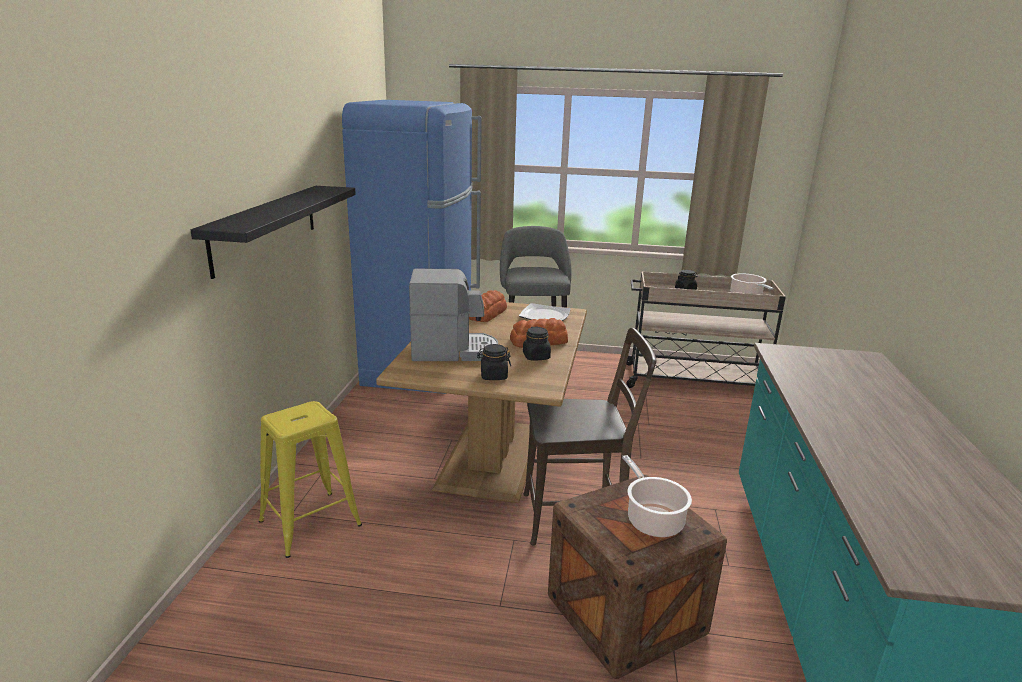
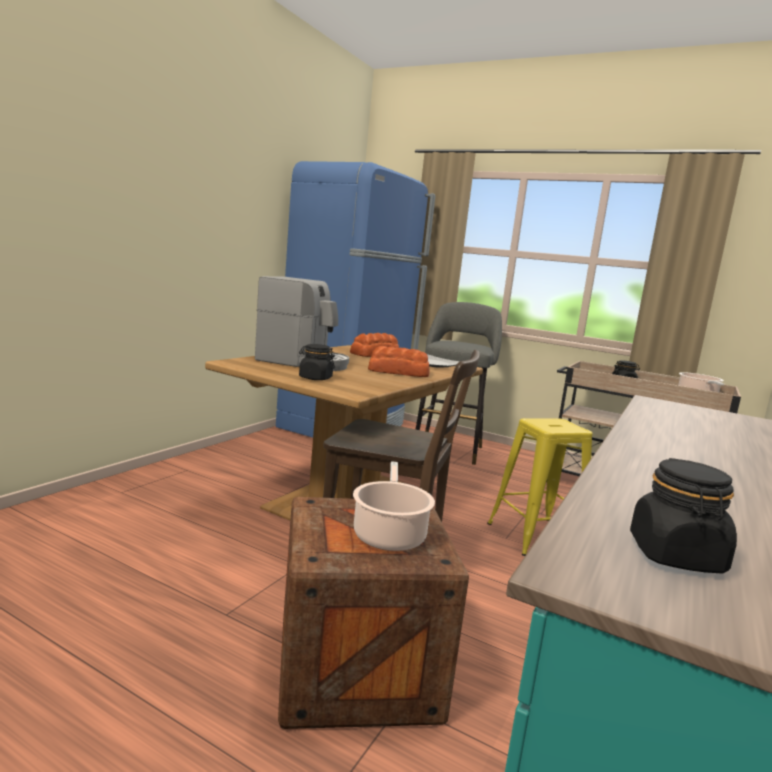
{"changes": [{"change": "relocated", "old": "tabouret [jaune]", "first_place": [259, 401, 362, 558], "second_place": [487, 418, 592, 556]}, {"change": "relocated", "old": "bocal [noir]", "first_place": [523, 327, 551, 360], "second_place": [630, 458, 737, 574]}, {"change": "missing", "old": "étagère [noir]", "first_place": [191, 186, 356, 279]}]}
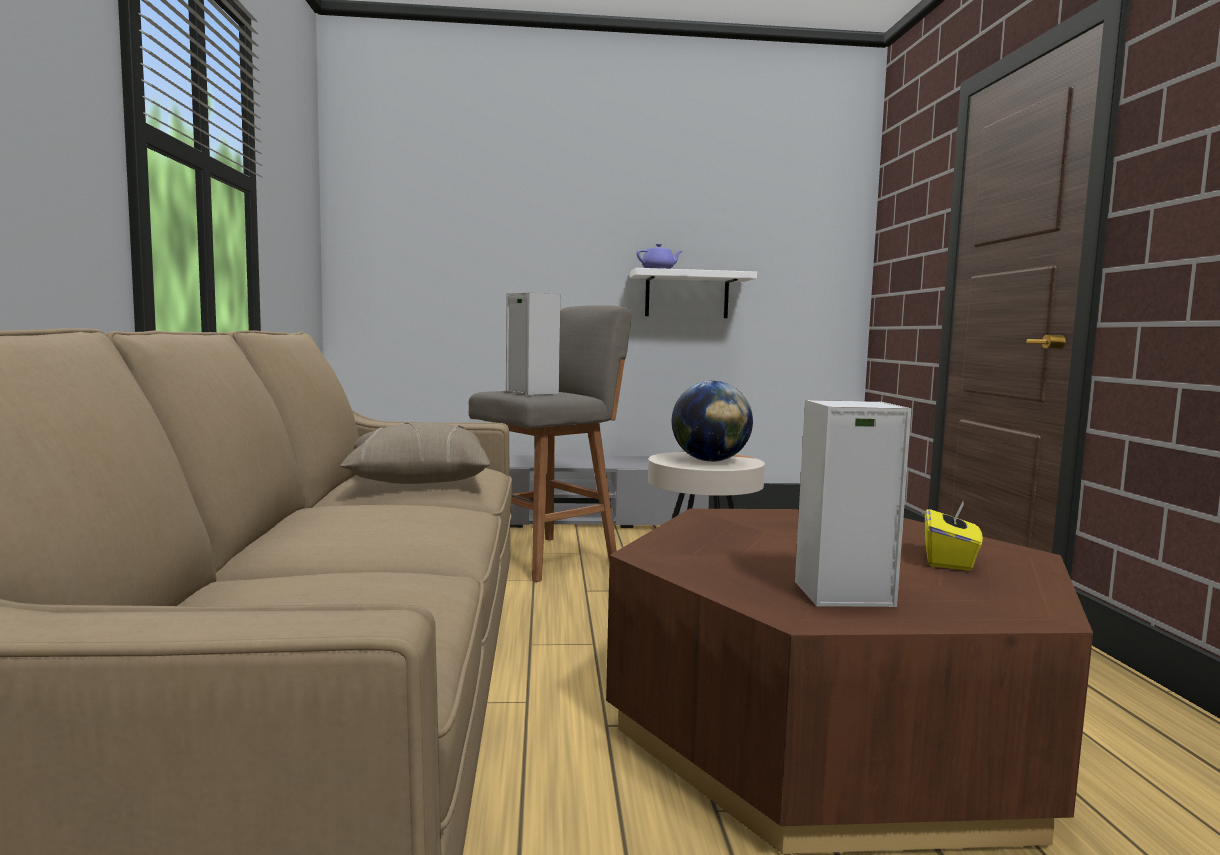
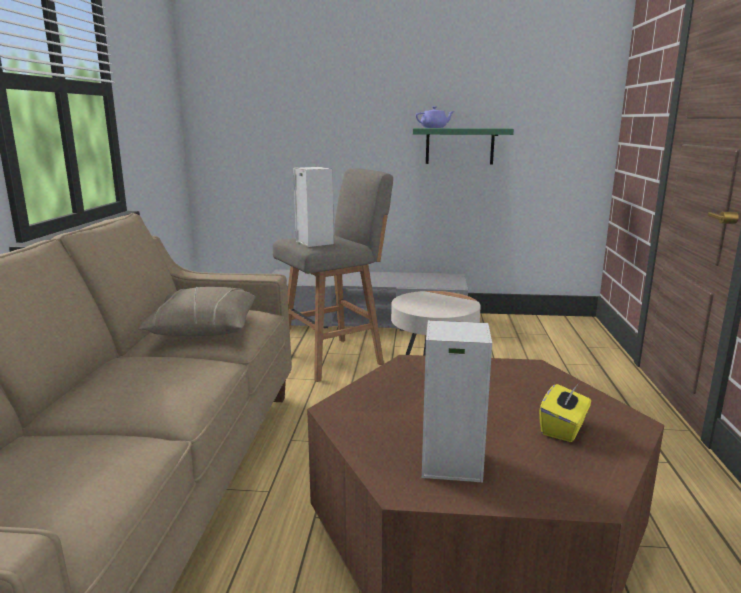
{"changes": [{"change": "colour", "old": "étagère [blanc]", "new": "étagère [vert]", "first_place": [630, 268, 757, 318], "second_place": [413, 128, 514, 164]}, {"change": "missing", "old": "globe", "first_place": [672, 381, 753, 462]}]}
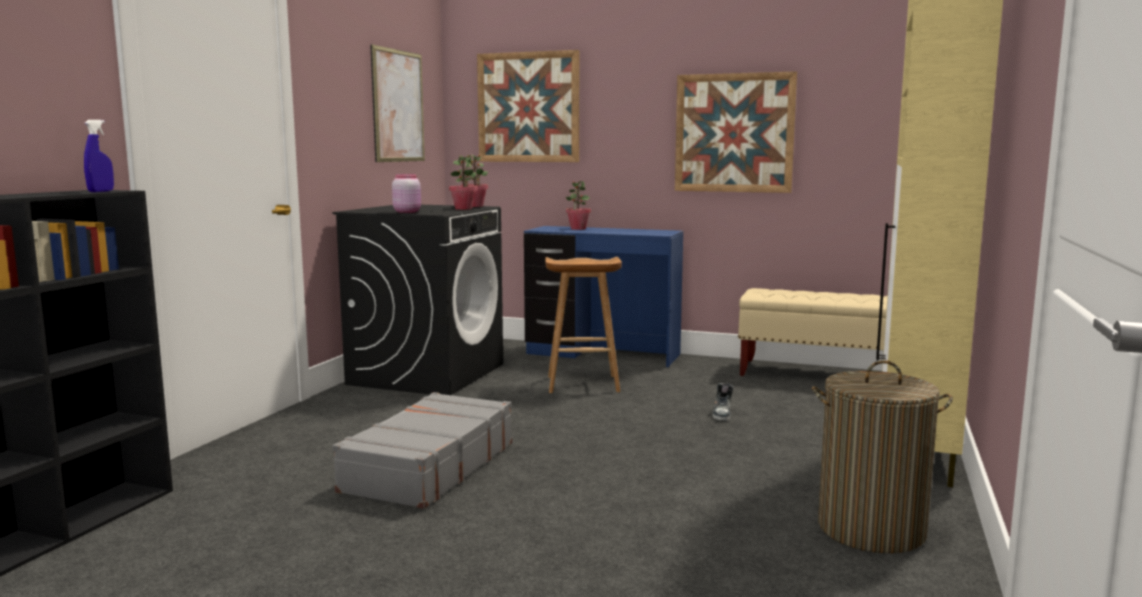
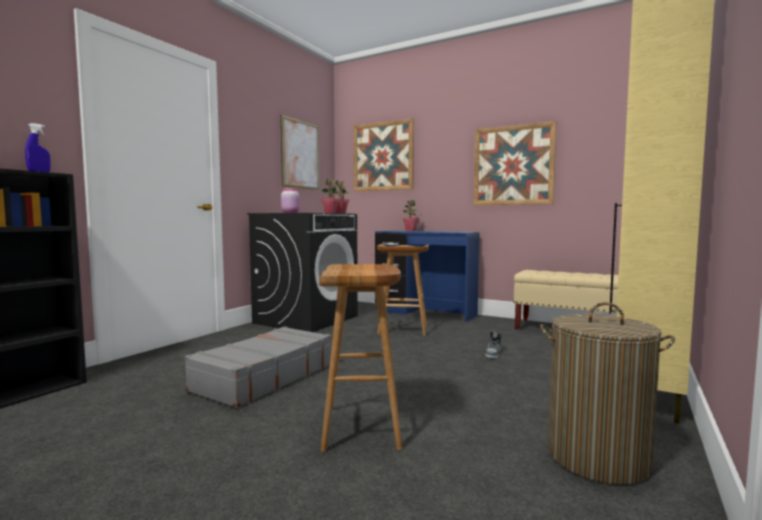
{"changes": [{"change": "appeared", "new": "tabouret [marron]", "second_place": [319, 264, 402, 452]}]}
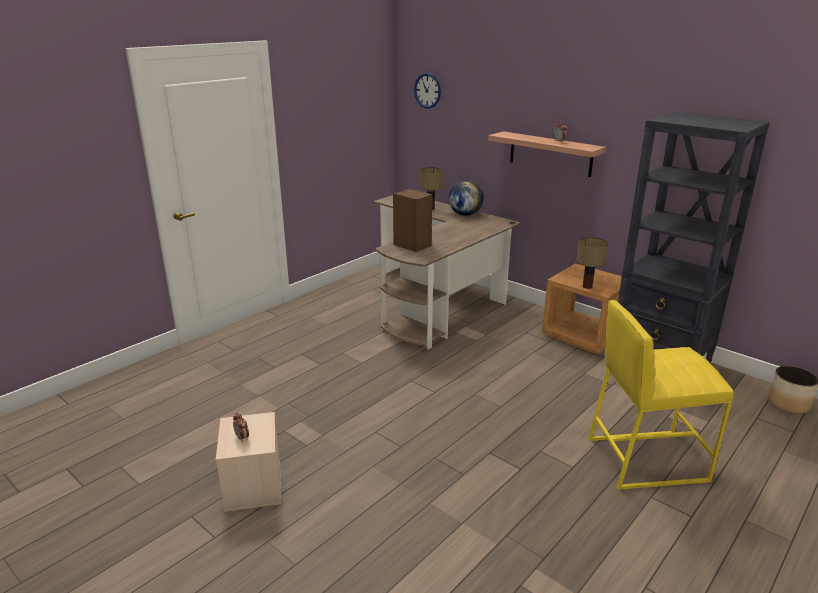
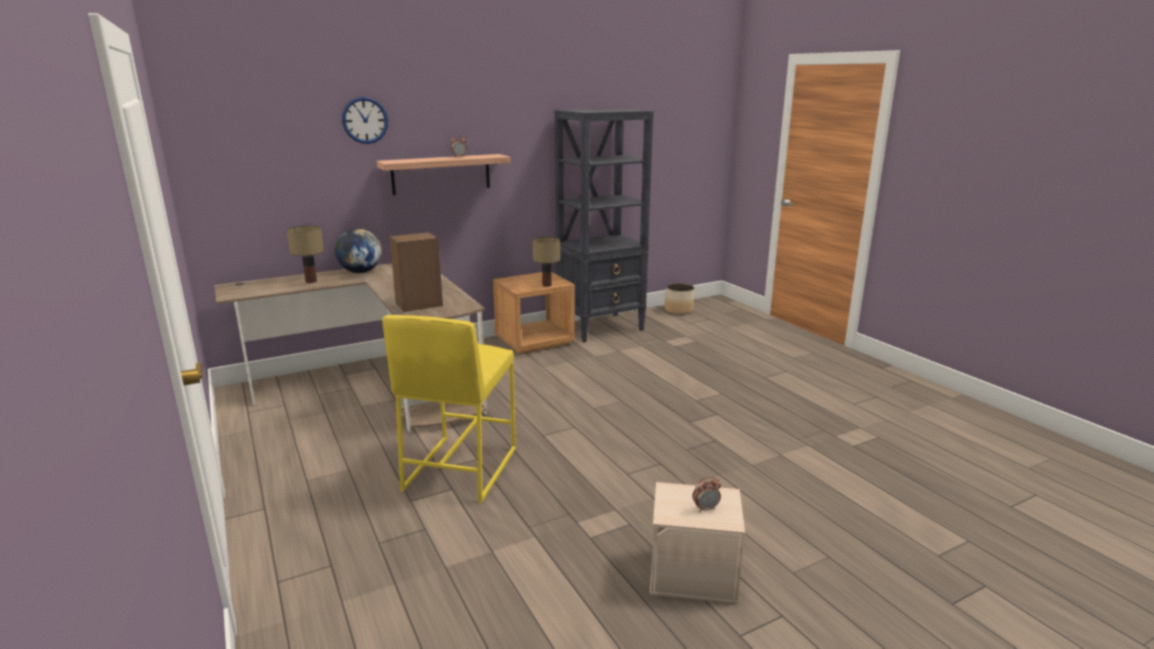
{"changes": [{"change": "relocated", "old": "horloge murale", "first_place": [414, 73, 441, 109], "second_place": [342, 97, 388, 144]}, {"change": "relocated", "old": "tabouret [jaune]", "first_place": [588, 300, 734, 490], "second_place": [382, 315, 516, 503]}]}
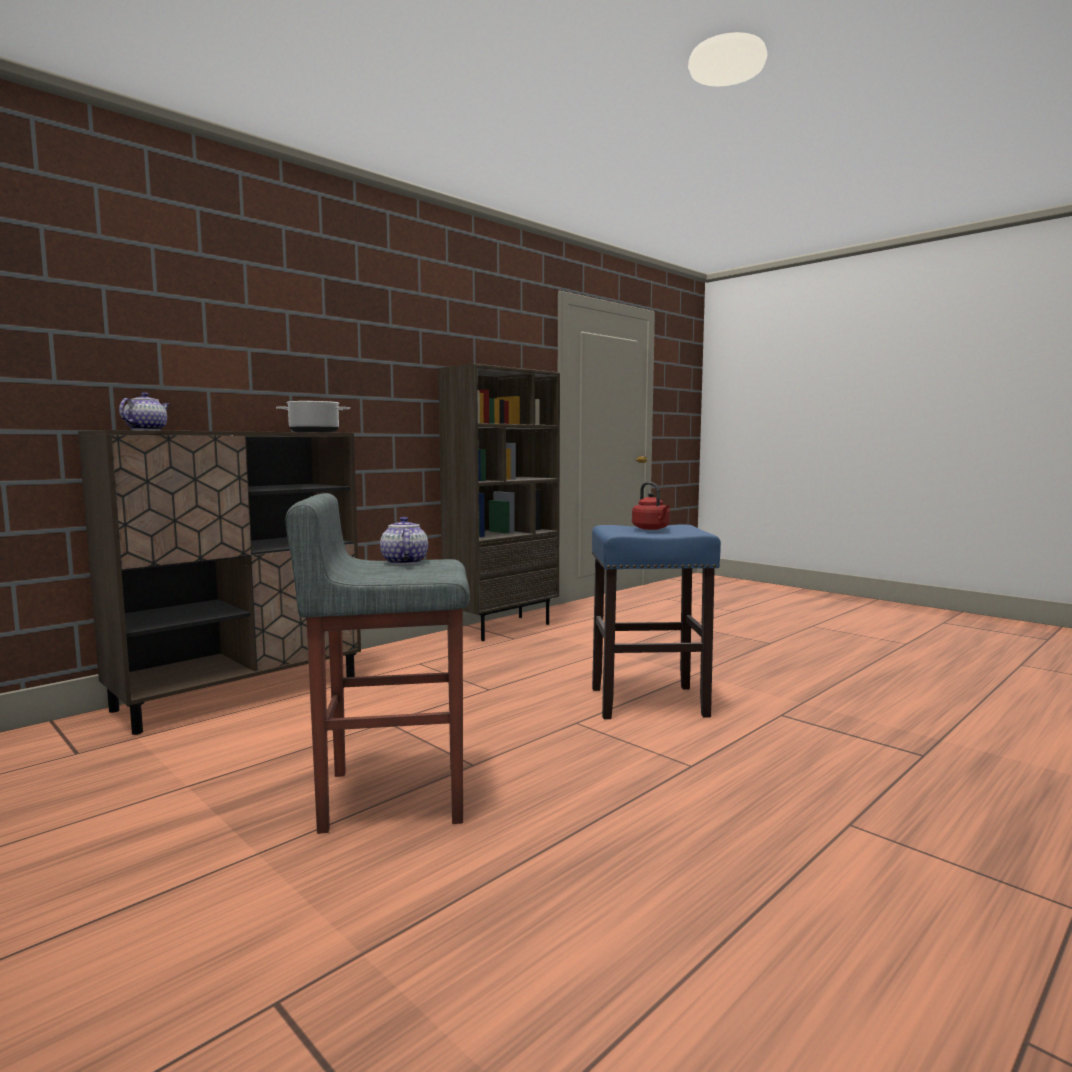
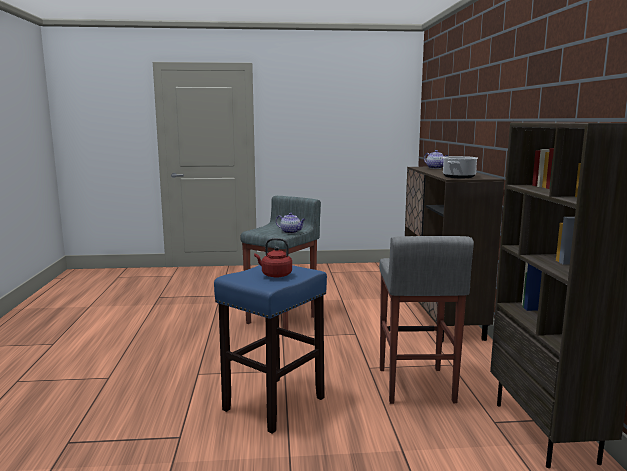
{"changes": [{"change": "appeared", "new": "tabouret [gris]", "second_place": [379, 236, 474, 404]}]}
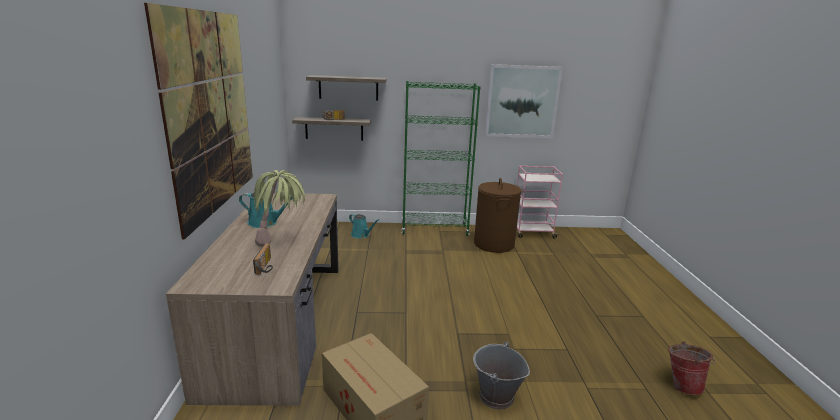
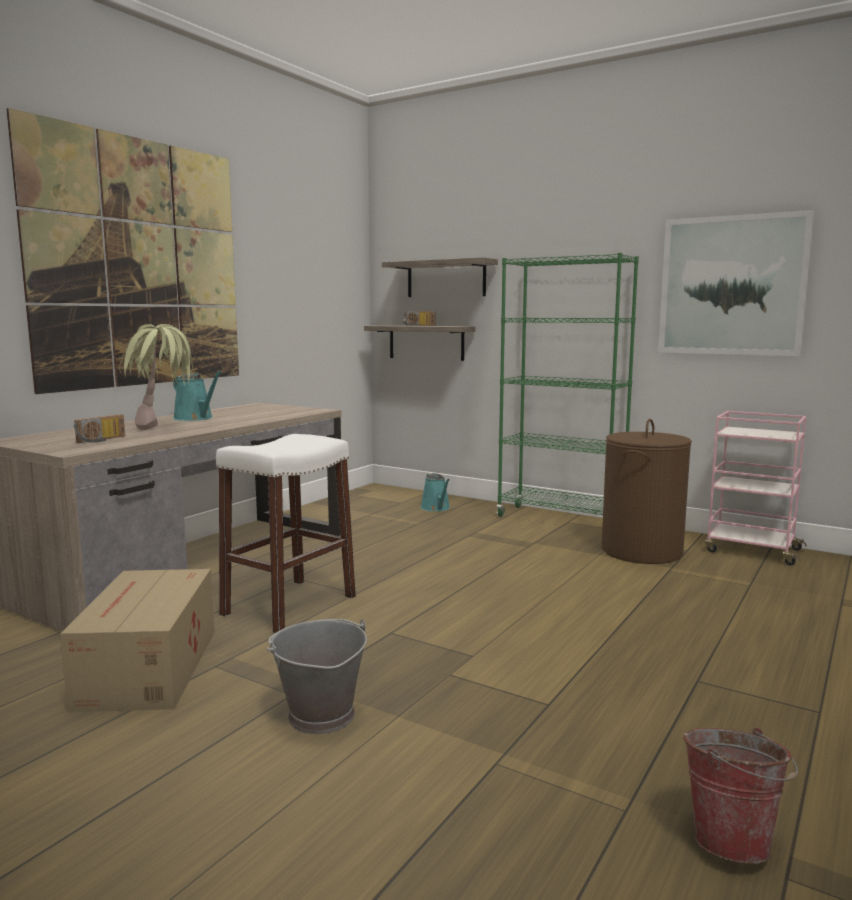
{"changes": [{"change": "appeared", "new": "tabouret [blanc]", "second_place": [216, 434, 356, 633]}]}
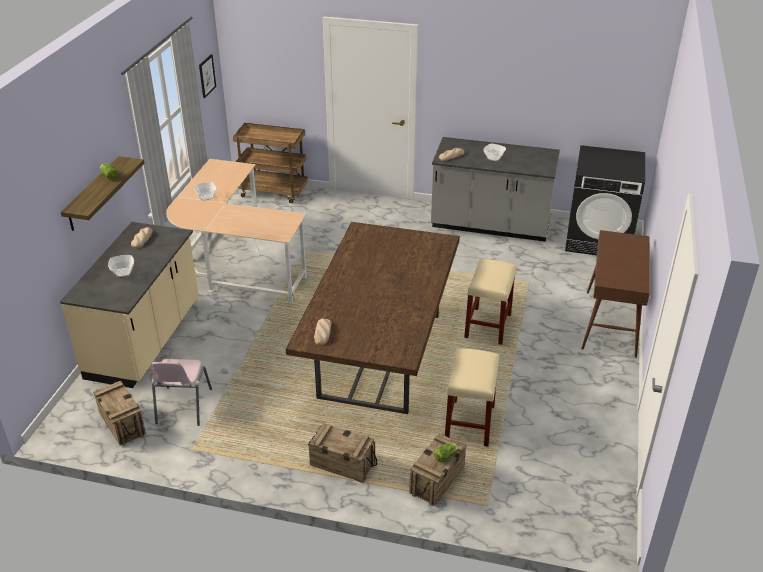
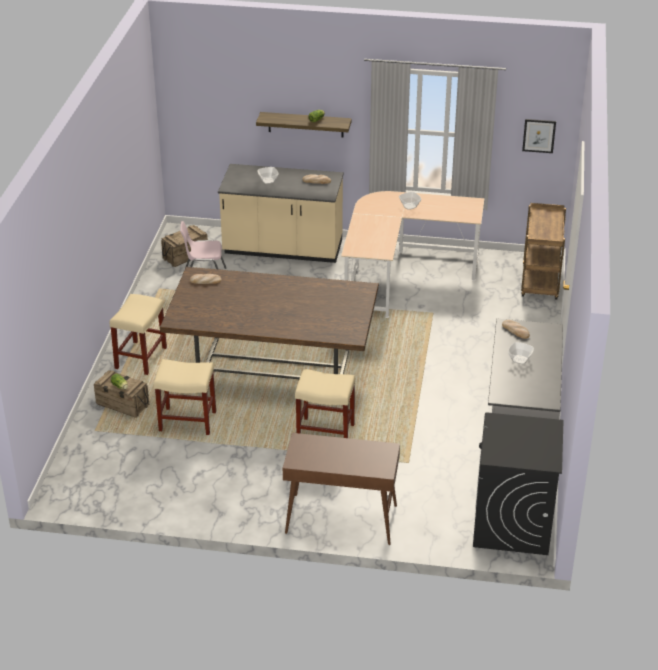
{"changes": [{"change": "exchanged", "old": "caisse", "new": "tabouret [beige]", "first_place": [308, 423, 377, 483], "second_place": [110, 294, 167, 375]}]}
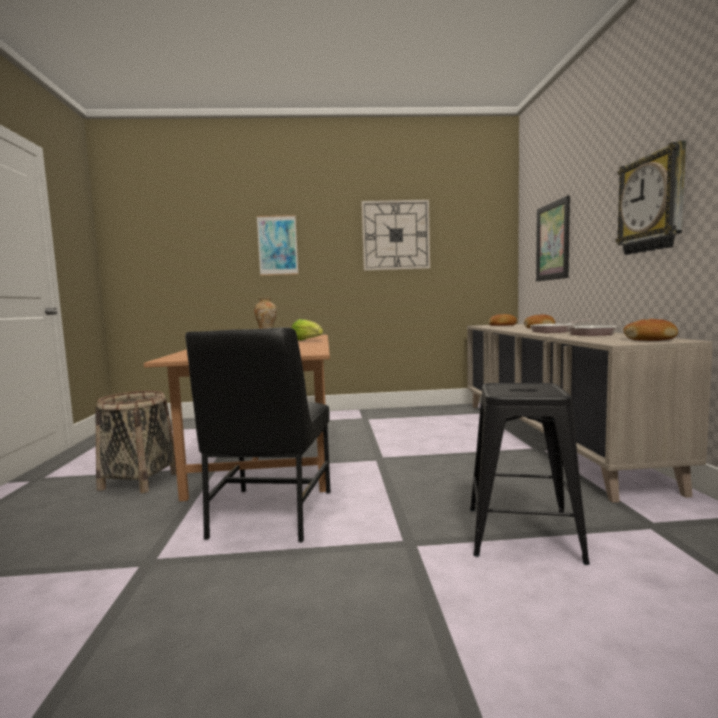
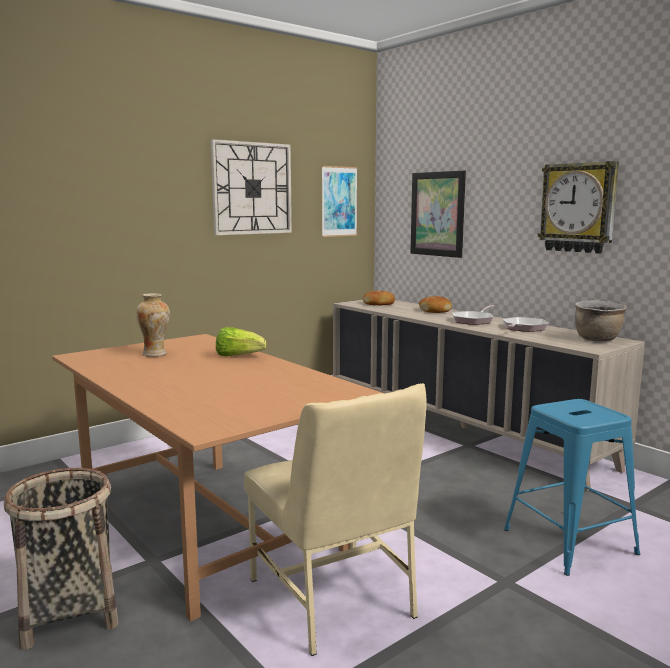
{"changes": [{"change": "colour", "old": "chaise [noir]", "new": "chaise [beige]", "first_place": [185, 327, 331, 542], "second_place": [244, 383, 427, 656]}, {"change": "relocated", "old": "tableau", "first_place": [257, 215, 298, 276], "second_place": [321, 166, 358, 237]}, {"change": "colour", "old": "tabouret [noir]", "new": "tabouret [bleu]", "first_place": [470, 383, 590, 565], "second_place": [504, 399, 640, 576]}, {"change": "exchanged", "old": "pain", "new": "marmite [marron]", "first_place": [623, 319, 678, 341], "second_place": [575, 300, 627, 342]}]}
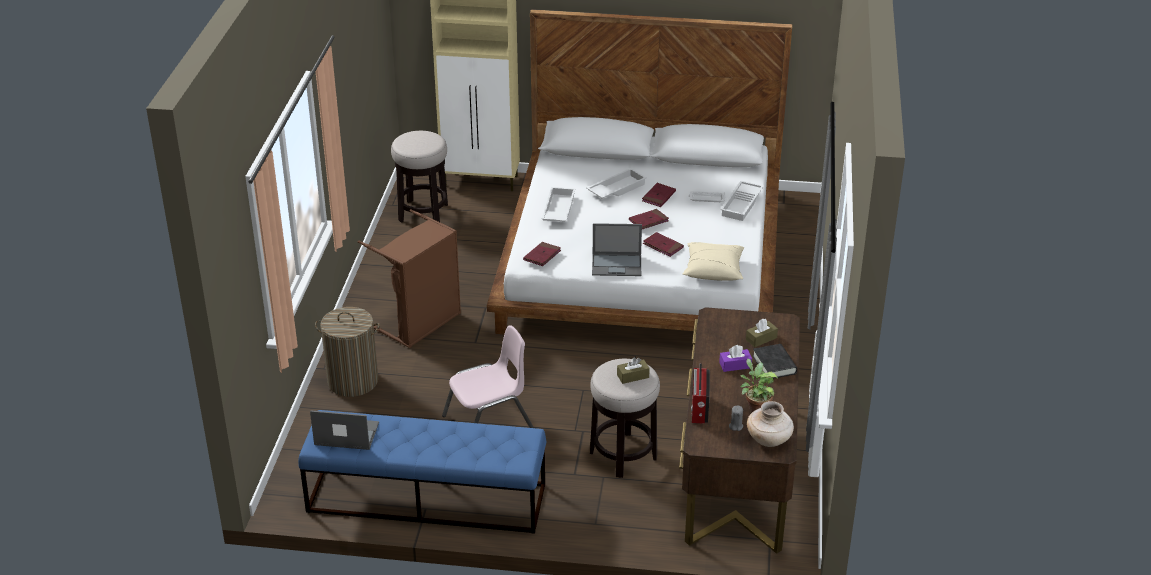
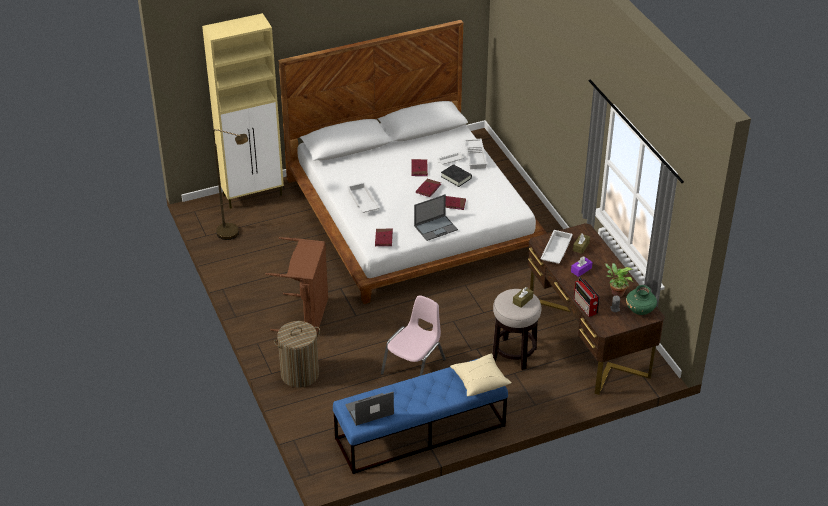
{"changes": [{"change": "exchanged", "old": "tabouret", "new": "lampadaire [marron]", "first_place": [391, 131, 448, 223], "second_place": [213, 129, 248, 240]}, {"change": "relocated", "old": "livre [noir]", "first_place": [753, 344, 797, 379], "second_place": [441, 164, 472, 187]}, {"change": "relocated", "old": "coussin [beige]", "first_place": [683, 242, 744, 281], "second_place": [450, 354, 512, 396]}, {"change": "relocated", "old": "plateau [blanc]", "first_place": [586, 168, 646, 199], "second_place": [540, 230, 573, 264]}, {"change": "colour", "old": "vase [beige]", "new": "vase [vert]", "first_place": [747, 401, 794, 447], "second_place": [626, 285, 657, 315]}]}
